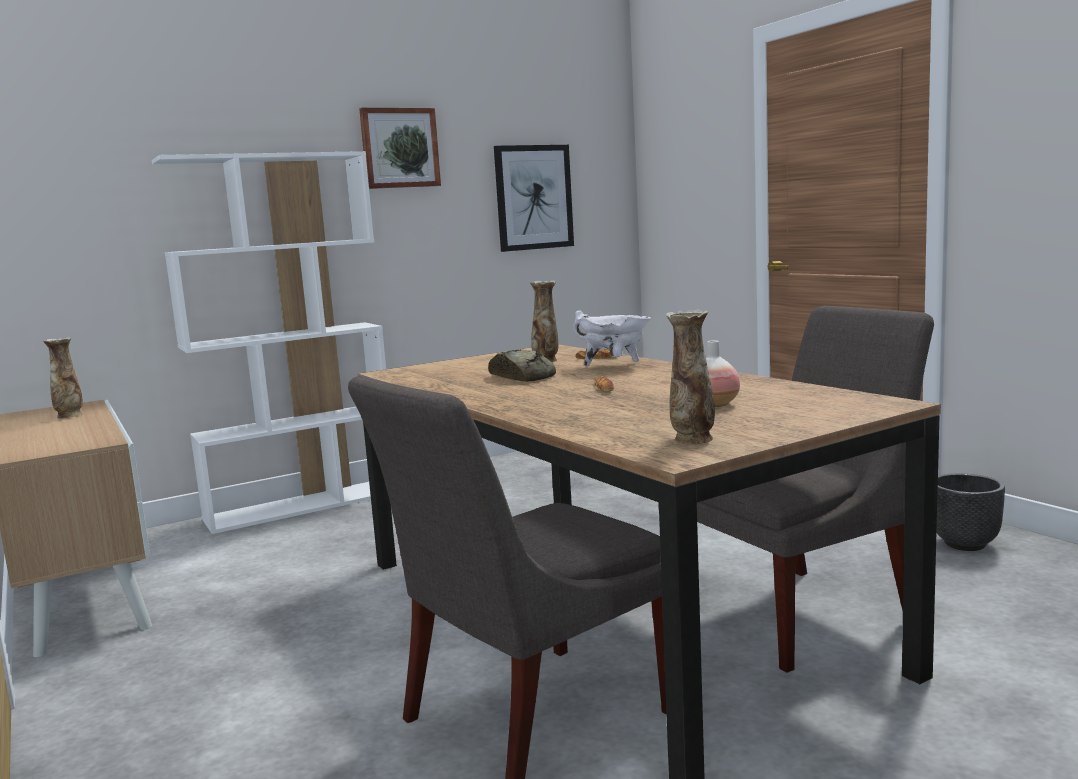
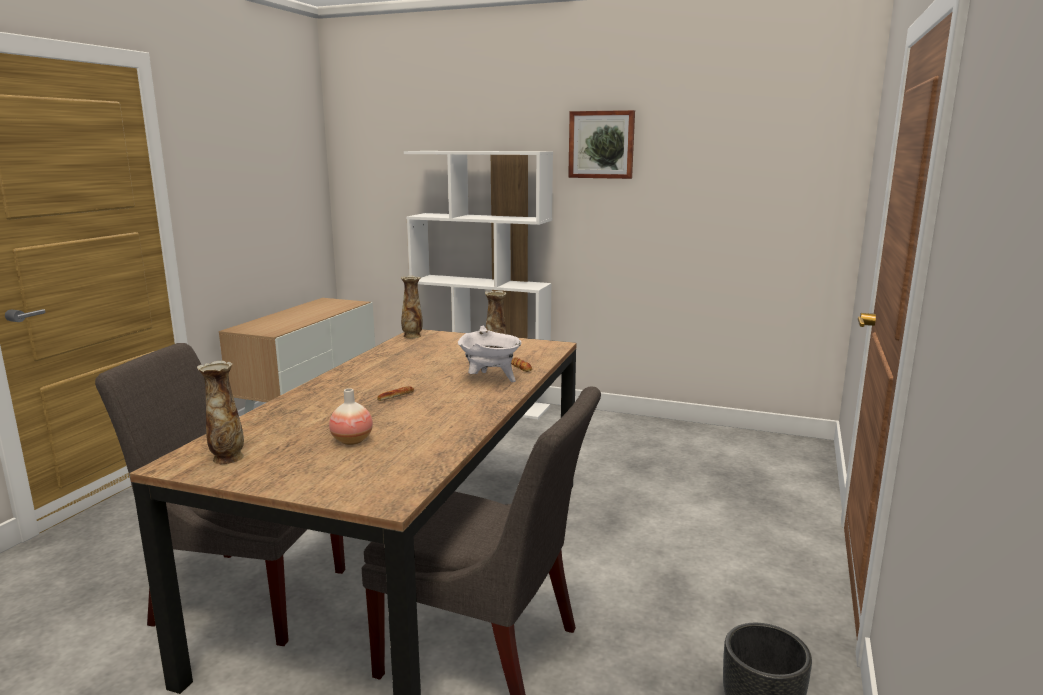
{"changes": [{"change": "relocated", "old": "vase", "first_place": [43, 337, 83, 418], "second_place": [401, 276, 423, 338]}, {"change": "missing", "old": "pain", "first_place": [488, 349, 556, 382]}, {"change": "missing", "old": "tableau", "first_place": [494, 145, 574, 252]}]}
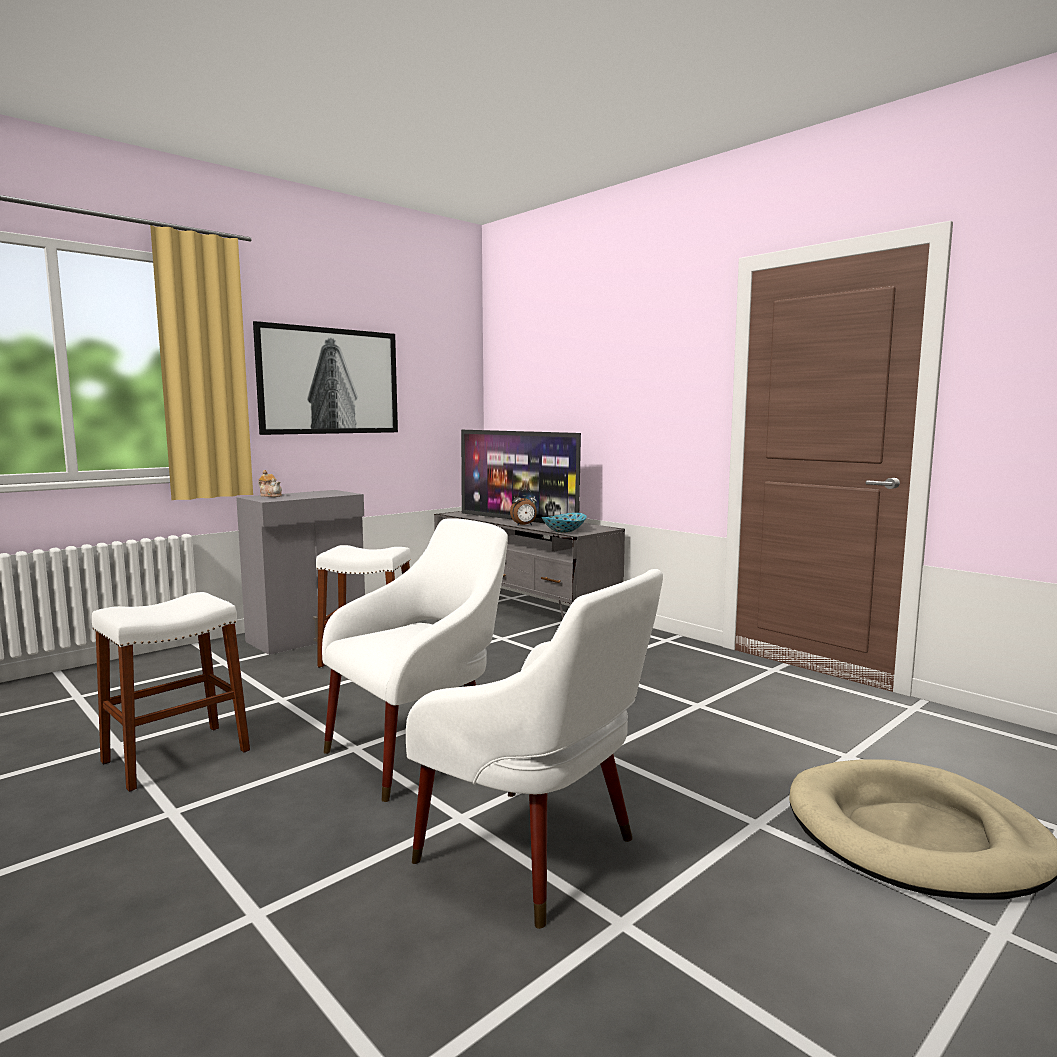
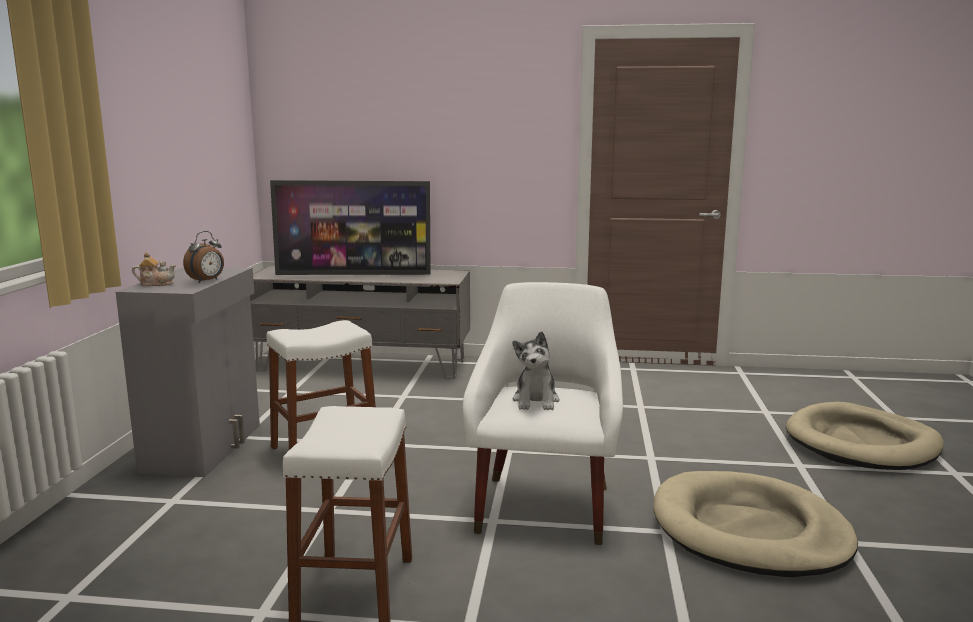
{"changes": [{"change": "relocated", "old": "réveil", "first_place": [510, 490, 537, 526], "second_place": [183, 231, 224, 283]}, {"change": "appeared", "new": "peluche", "second_place": [512, 331, 560, 410]}, {"change": "exchanged", "old": "fauteuil [blanc]", "new": "panier pour chien [beige]", "first_place": [406, 569, 663, 929], "second_place": [654, 471, 858, 577]}, {"change": "missing", "old": "tableau", "first_place": [253, 321, 398, 435]}, {"change": "missing", "old": "bol", "first_place": [542, 513, 586, 533]}]}
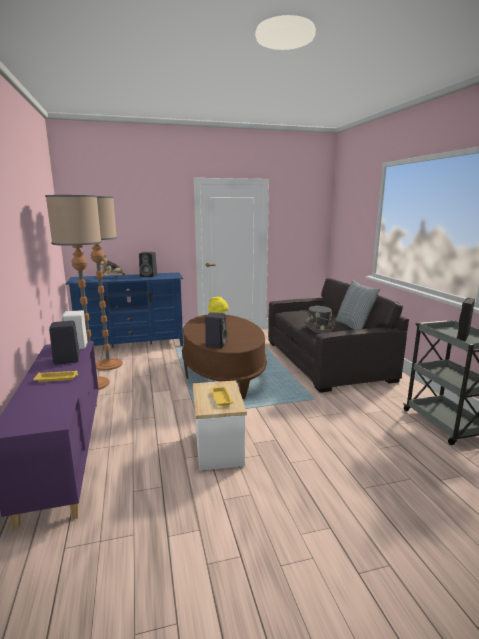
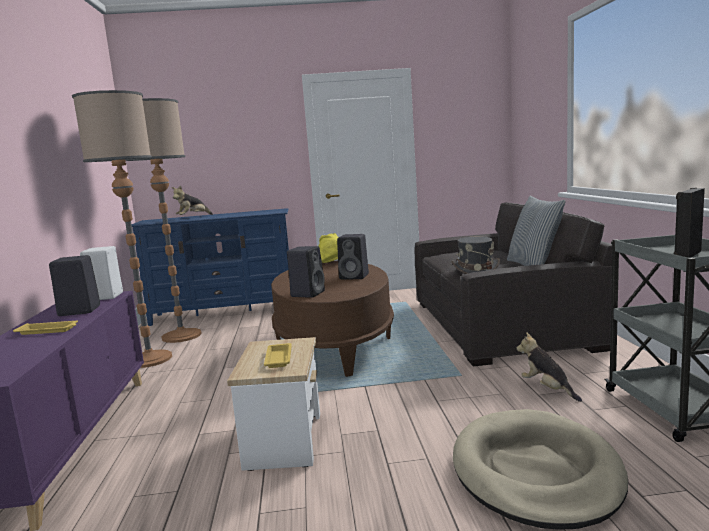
{"changes": [{"change": "relocated", "old": "enceinte [noir]", "first_place": [139, 252, 157, 277], "second_place": [337, 234, 369, 279]}, {"change": "appeared", "new": "panier pour chien [beige]", "second_place": [453, 409, 628, 530]}, {"change": "appeared", "new": "peluche", "second_place": [517, 332, 582, 402]}]}
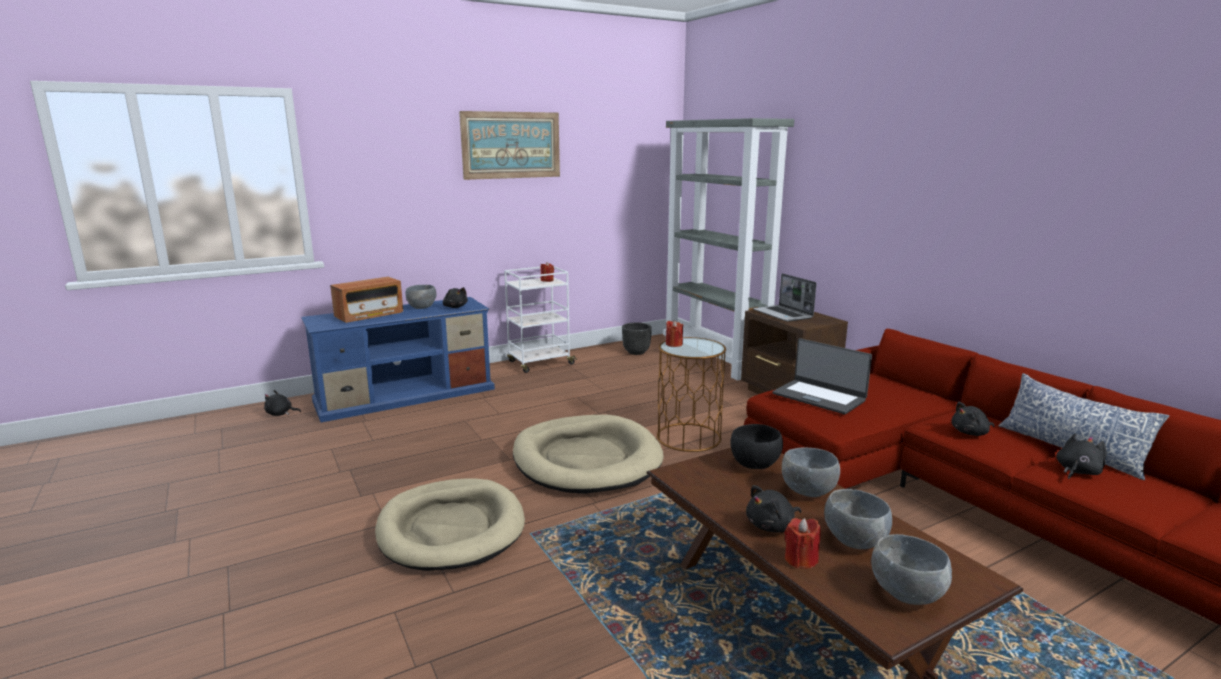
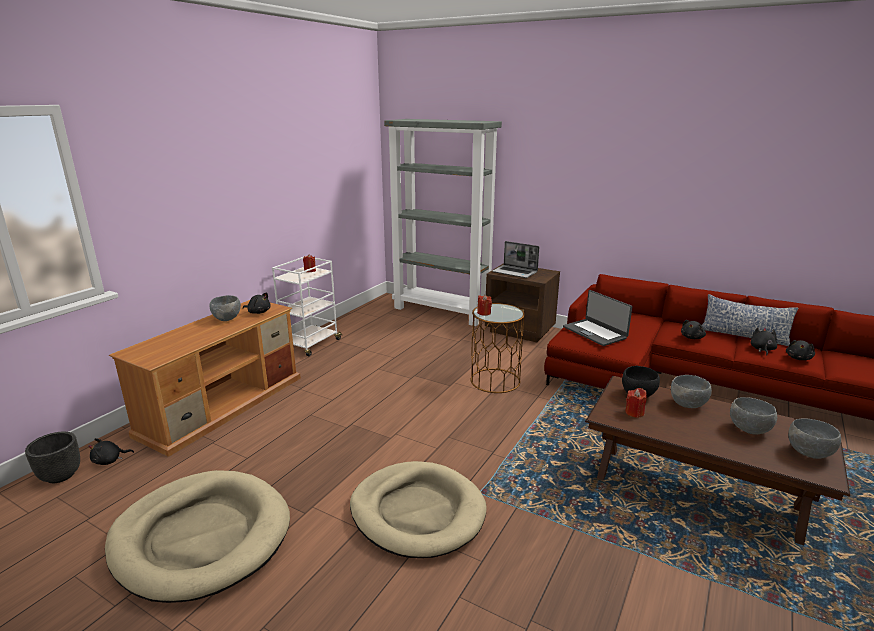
{"changes": [{"change": "relocated", "old": "cache-pot [noir]", "first_place": [622, 323, 652, 355], "second_place": [25, 432, 80, 483]}, {"change": "relocated", "old": "panier pour chien [beige]", "first_place": [513, 415, 664, 494], "second_place": [105, 470, 290, 603]}, {"change": "colour", "old": "meuble télé [bleu]", "new": "meuble télé [marron]", "first_place": [301, 297, 495, 422], "second_place": [109, 300, 301, 457]}, {"change": "spun", "old": "ordinateur portable", "first_place": [773, 338, 872, 414], "second_place": [563, 290, 633, 346], "degrees": 45}, {"change": "relocated", "old": "bougie [rouge]", "first_place": [784, 518, 821, 569], "second_place": [625, 388, 647, 418]}, {"change": "relocated", "old": "peluche [noir]", "first_place": [746, 485, 801, 533], "second_place": [786, 340, 815, 360]}, {"change": "missing", "old": "radio", "first_place": [330, 277, 403, 323]}, {"change": "missing", "old": "tableau", "first_place": [459, 111, 560, 180]}]}
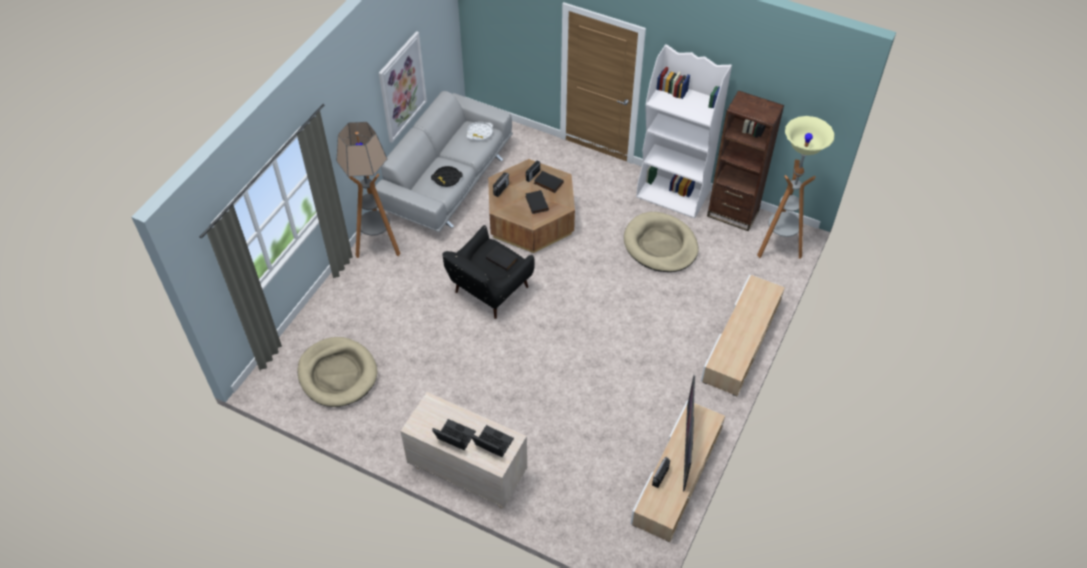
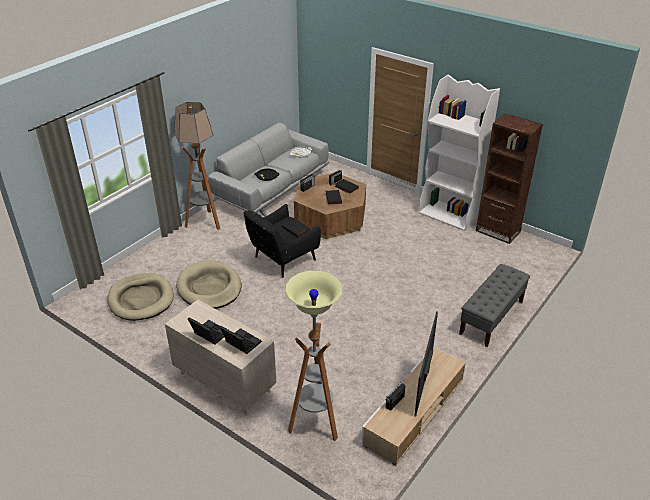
{"changes": [{"change": "relocated", "old": "panier pour chien [beige]", "first_place": [624, 212, 699, 272], "second_place": [176, 260, 241, 309]}, {"change": "relocated", "old": "lampadaire", "first_place": [757, 116, 835, 259], "second_place": [285, 271, 342, 441]}, {"change": "exchanged", "old": "meuble télé [beige]", "new": "banc [gris]", "first_place": [701, 274, 785, 396], "second_place": [459, 264, 530, 347]}, {"change": "missing", "old": "tableau", "first_place": [379, 31, 427, 143]}]}
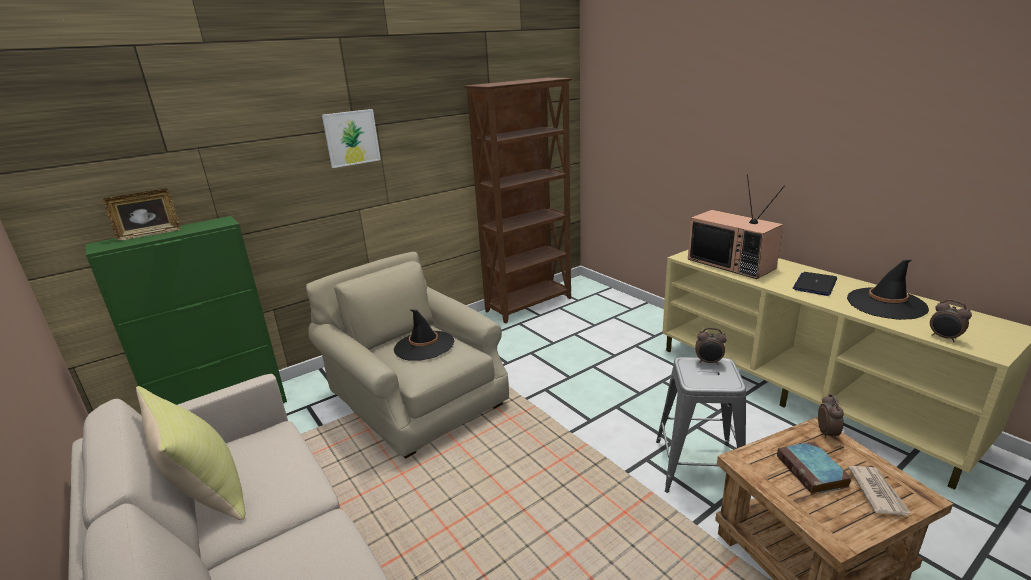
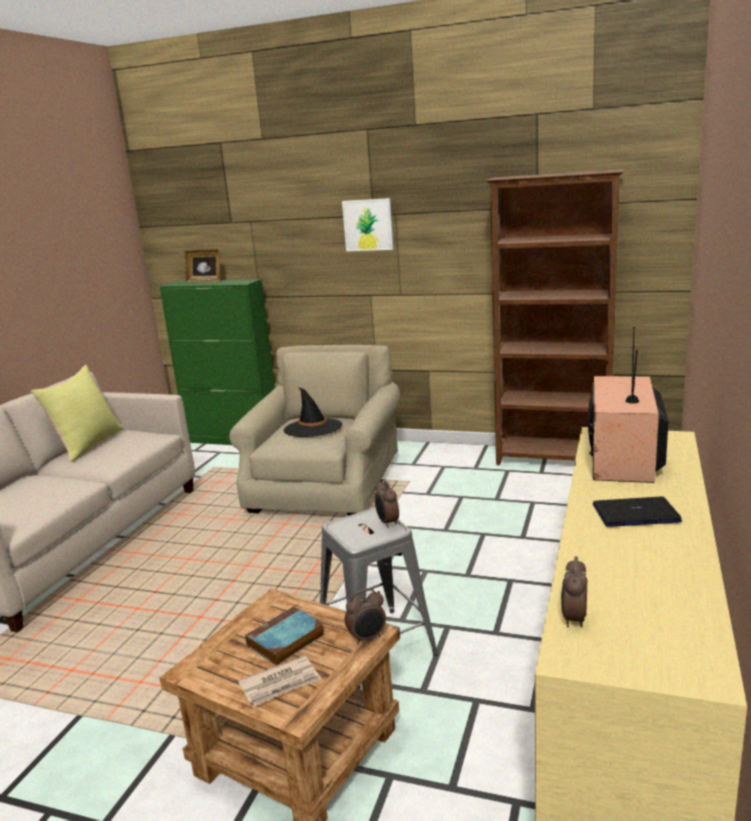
{"changes": [{"change": "missing", "old": "chapeau [noir]", "first_place": [847, 260, 929, 320]}]}
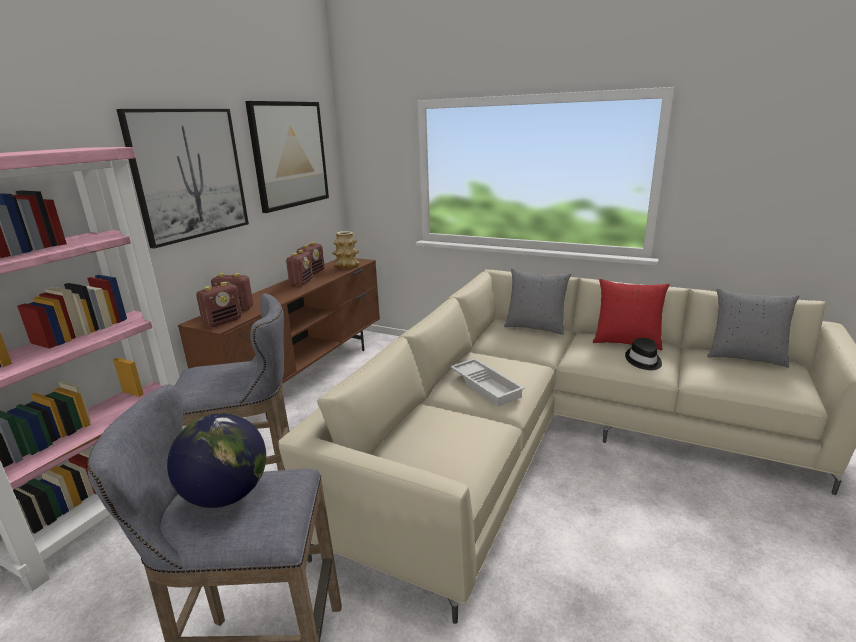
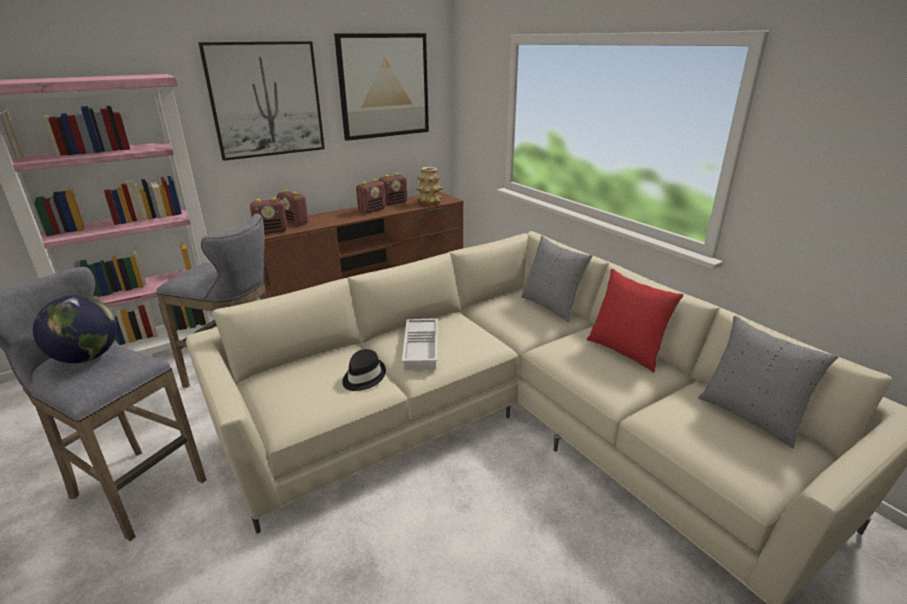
{"changes": [{"change": "relocated", "old": "chapeau [noir]", "first_place": [625, 338, 662, 370], "second_place": [342, 349, 386, 391]}]}
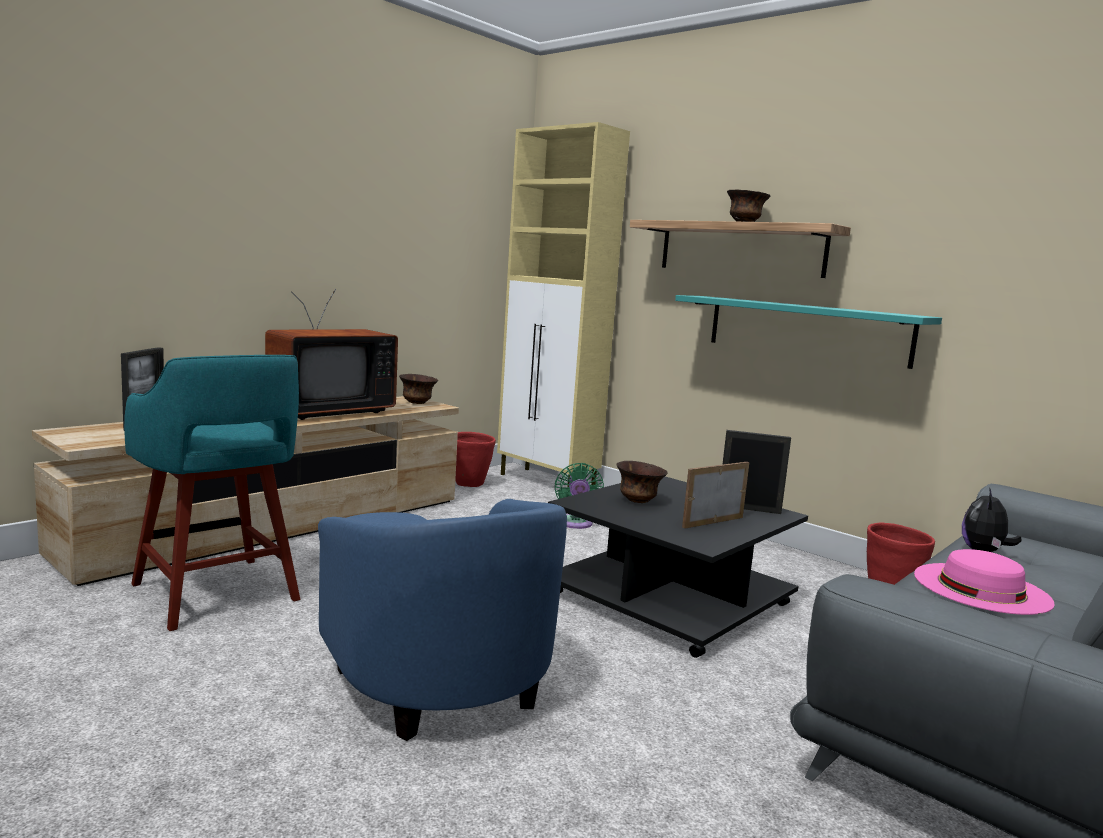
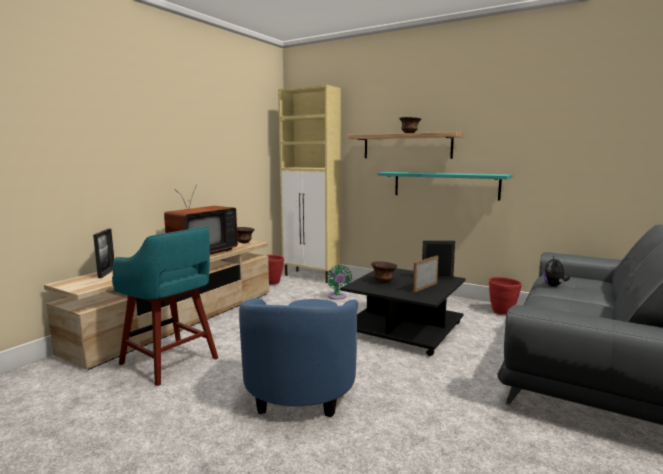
{"changes": [{"change": "spun", "old": "fauteuil [bleu]", "first_place": [318, 499, 567, 741], "second_place": [239, 298, 358, 417], "degrees": 45}, {"change": "missing", "old": "chapeau [rose]", "first_place": [914, 549, 1055, 615]}]}
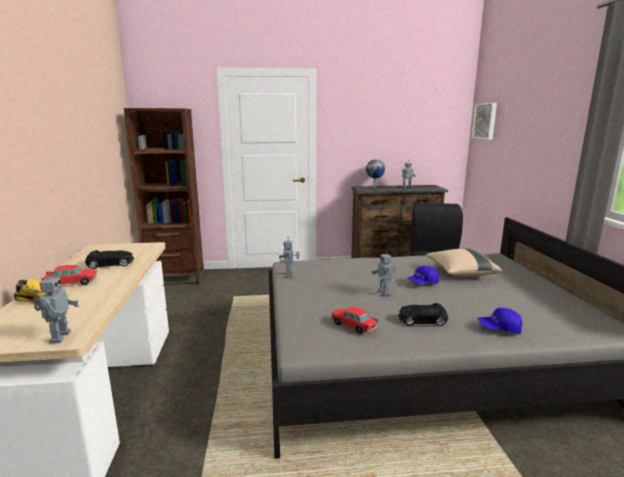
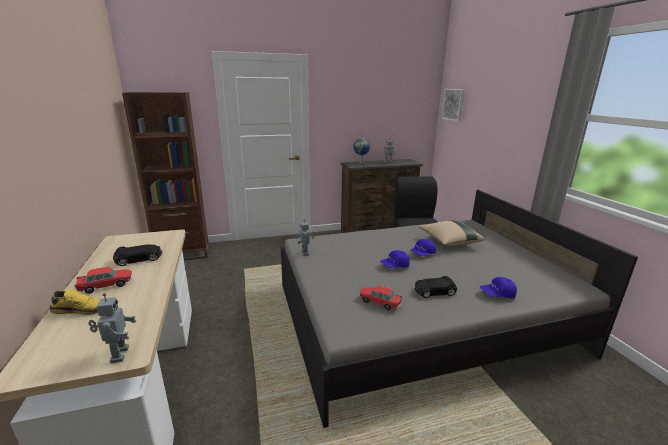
{"changes": [{"change": "exchanged", "old": "robot jouet", "new": "casquette [bleu]", "first_place": [372, 250, 397, 296], "second_place": [380, 250, 410, 268]}]}
